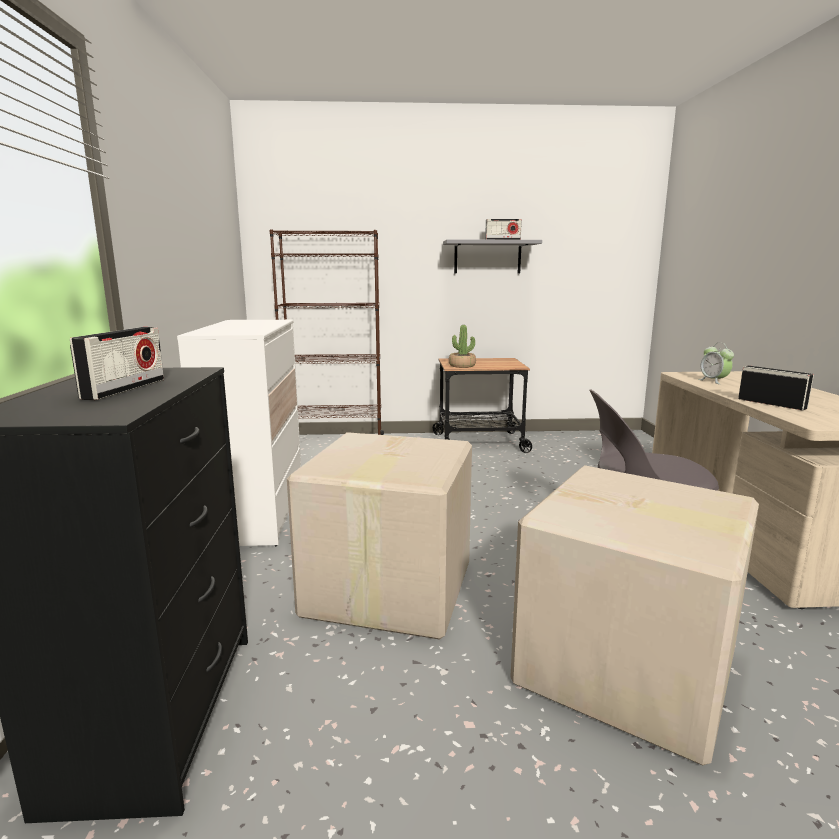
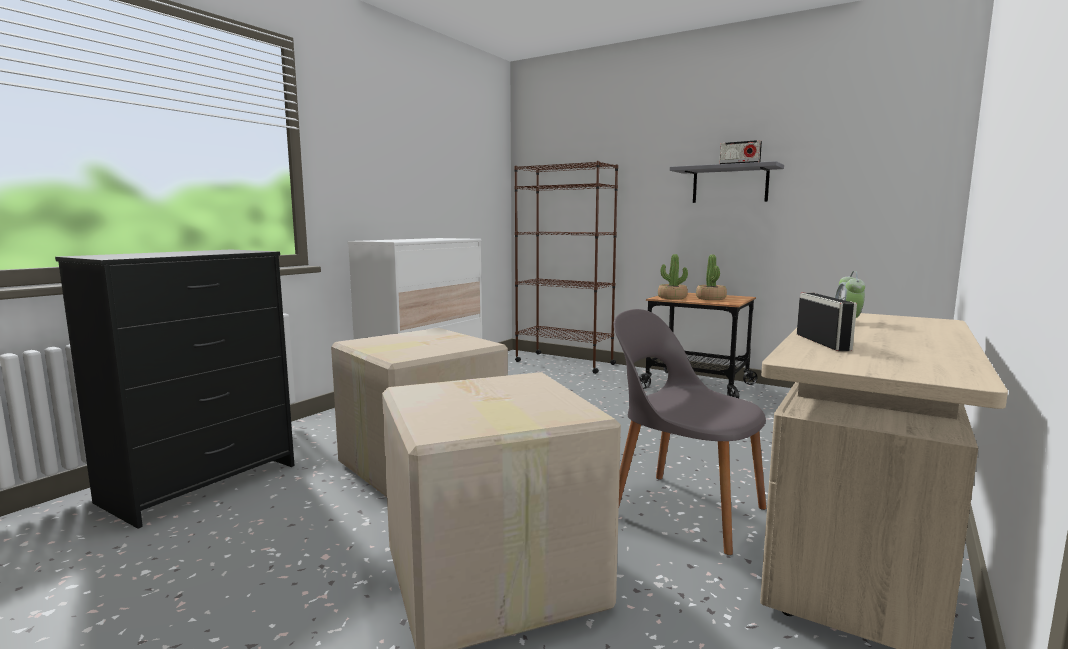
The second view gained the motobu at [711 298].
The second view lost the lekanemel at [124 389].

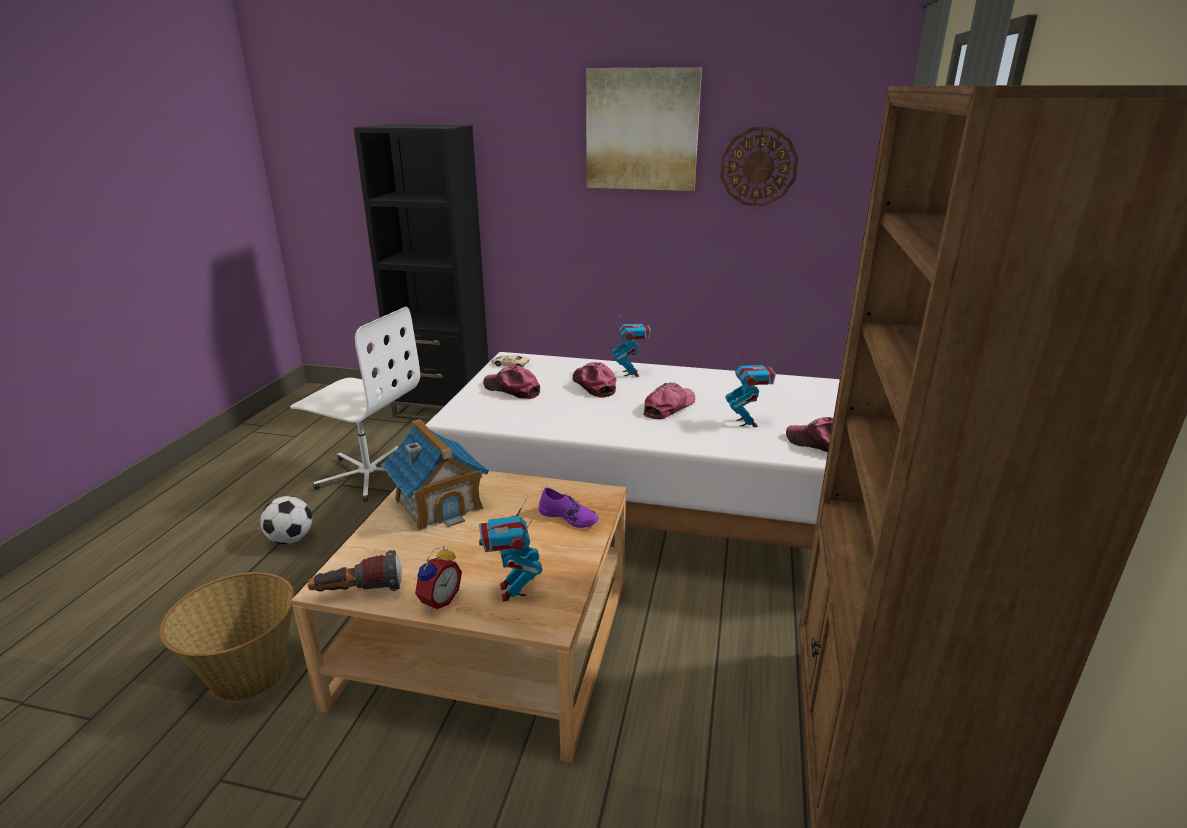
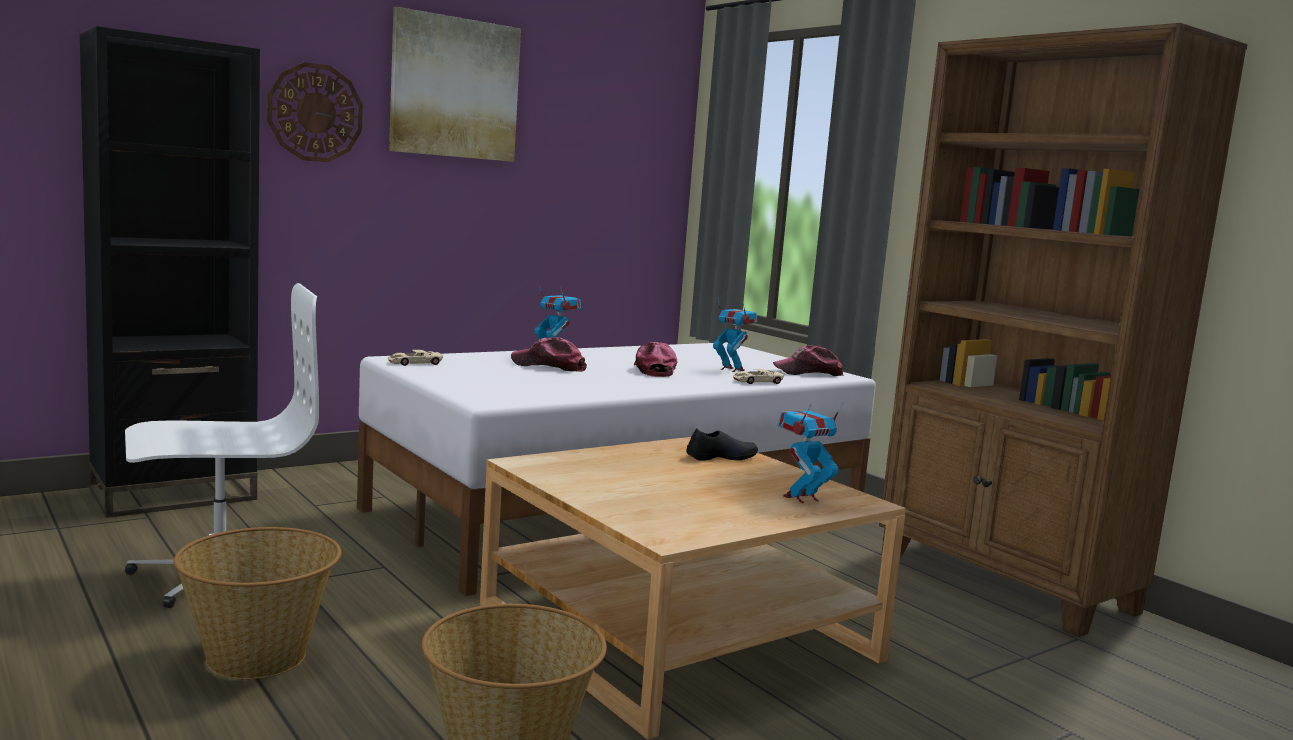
Where the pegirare stood at [291 539], the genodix came to stand at [259 657].
The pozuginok ended up elsewhere, having gone from [758 167] to [315 113].
What was the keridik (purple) at [569 517] turned into the keridik (black) at [721 457].
The second view gained the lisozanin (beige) at [757 382].
The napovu at [512 591] ended up facing another way, 120 degrees clockwise from before.
The second view lost the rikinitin at [358 592].
The second view lost the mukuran at [438 503].
The second view lost the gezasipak at [438 600].
The second view lost the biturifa at [512 390].

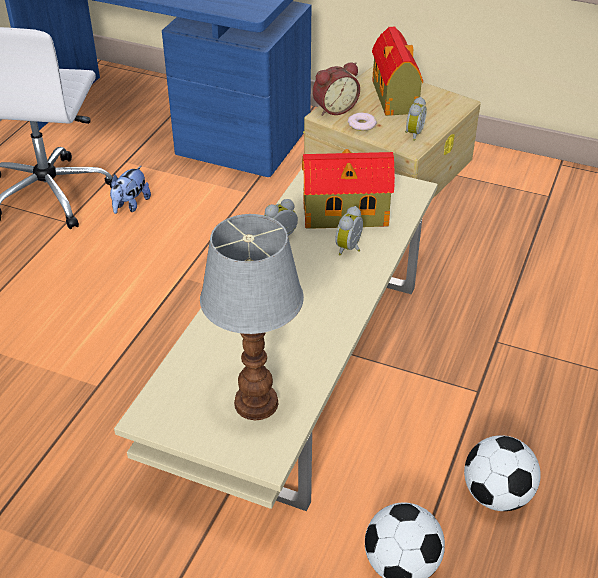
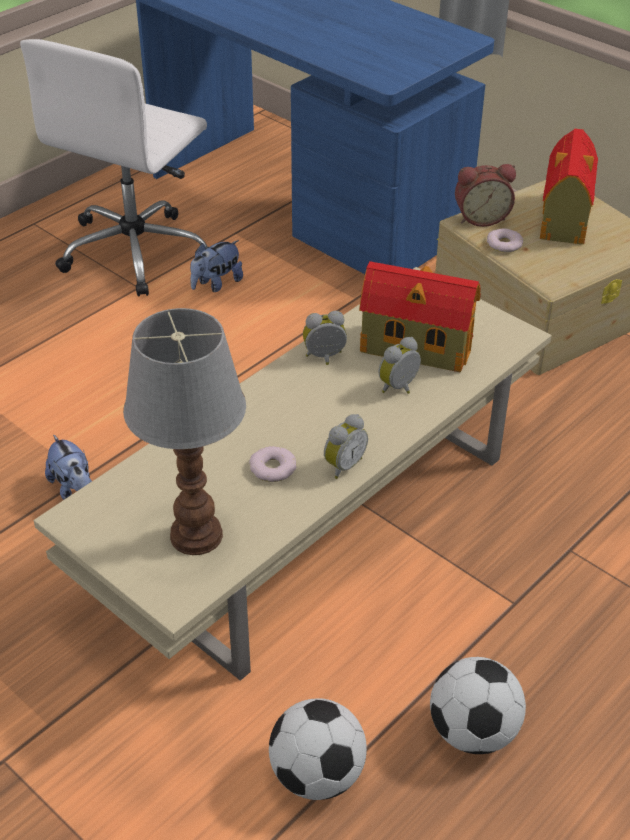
The second view gained the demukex at [74 490].
The second view gained the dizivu at [272 468].
The gezasipak ended up elsewhere, having gone from [413 134] to [343 465].

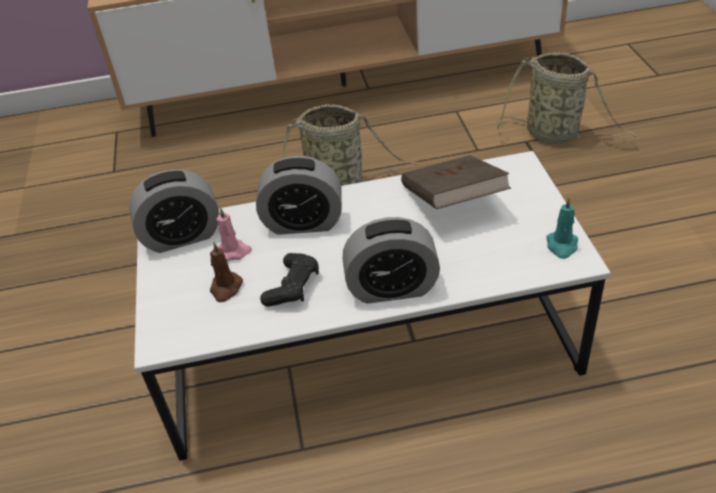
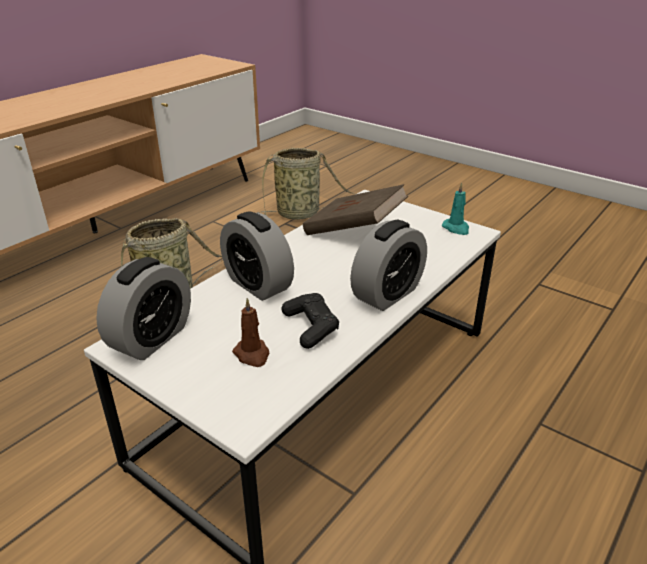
The gezasipak at [303 223] ended up facing another way, 90 degrees clockwise from before.
The second view lost the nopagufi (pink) at [233 252].

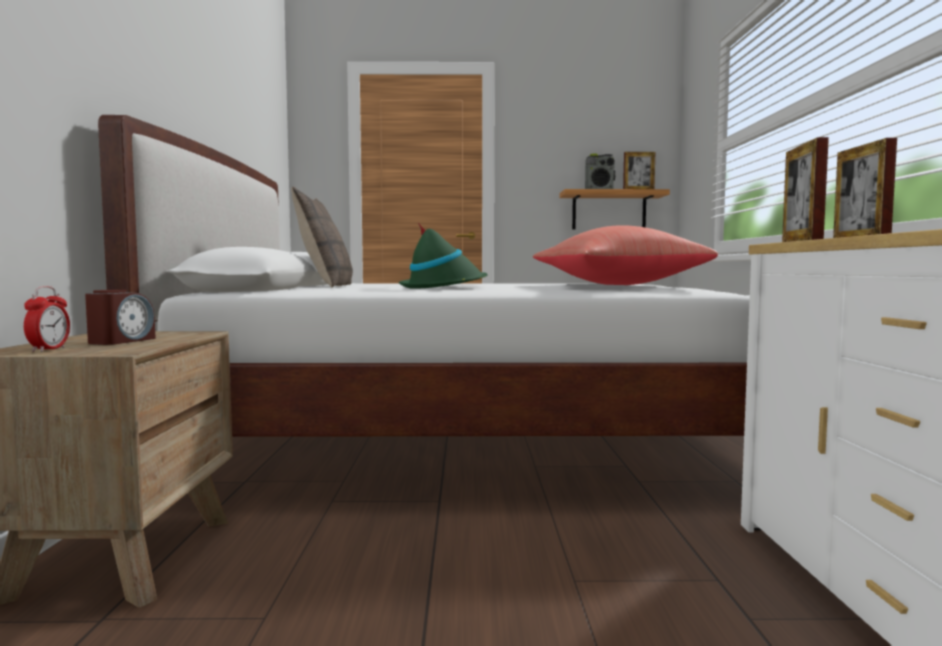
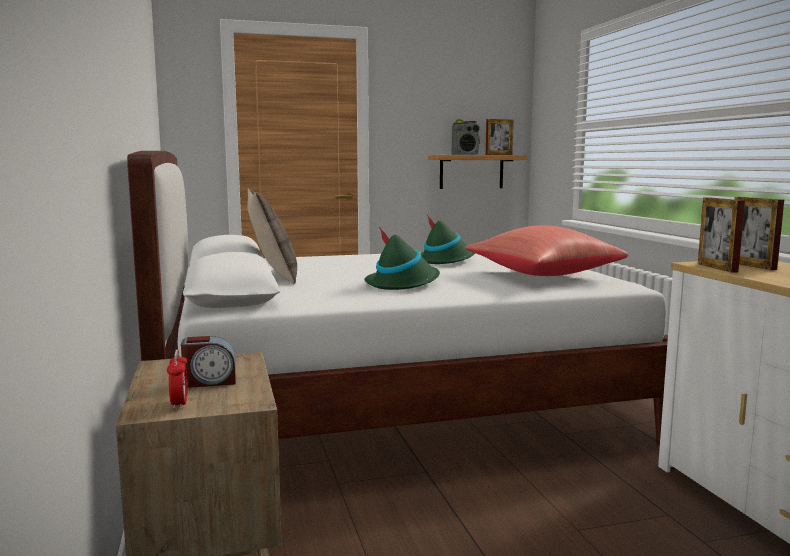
The gezasipak at [121 341] ended up facing another way, 75 degrees clockwise from before.
The second view gained the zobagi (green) at [445 260].

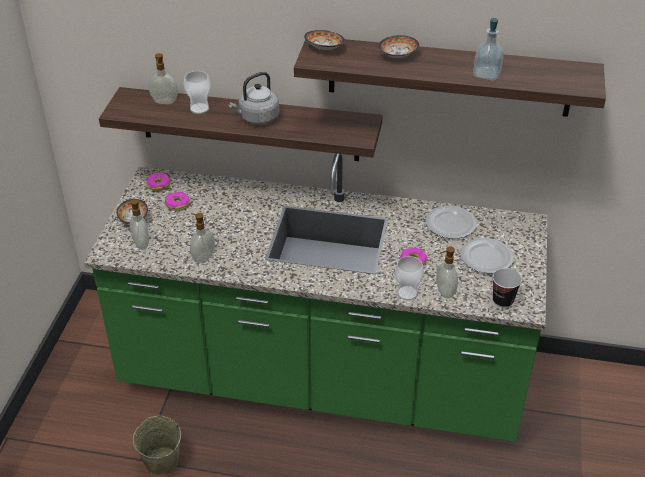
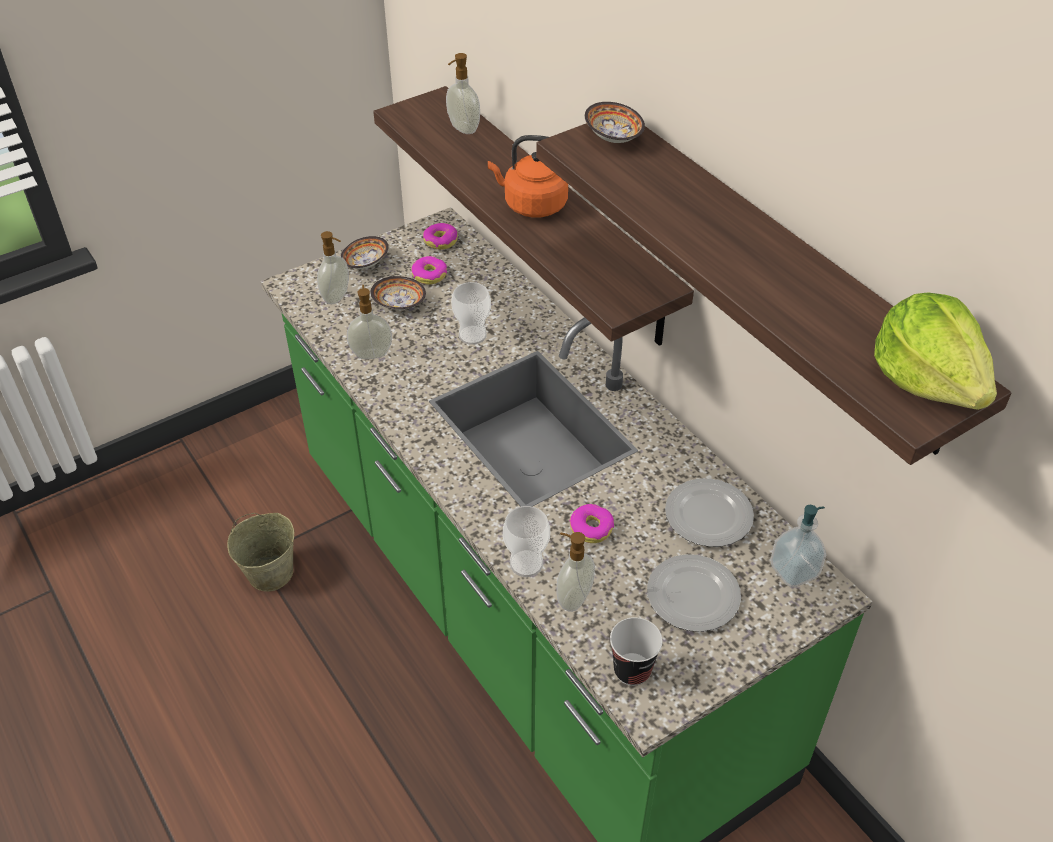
The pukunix ended up elsewhere, having gone from [398 56] to [399 304].
The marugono ended up elsewhere, having gone from [199 108] to [472 335].
What was the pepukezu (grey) at [257 118] turned into the pepukezu (orange) at [532 205].
The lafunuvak ended up elsewhere, having gone from [486 74] to [794 570].
The second view gained the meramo at [928 379].

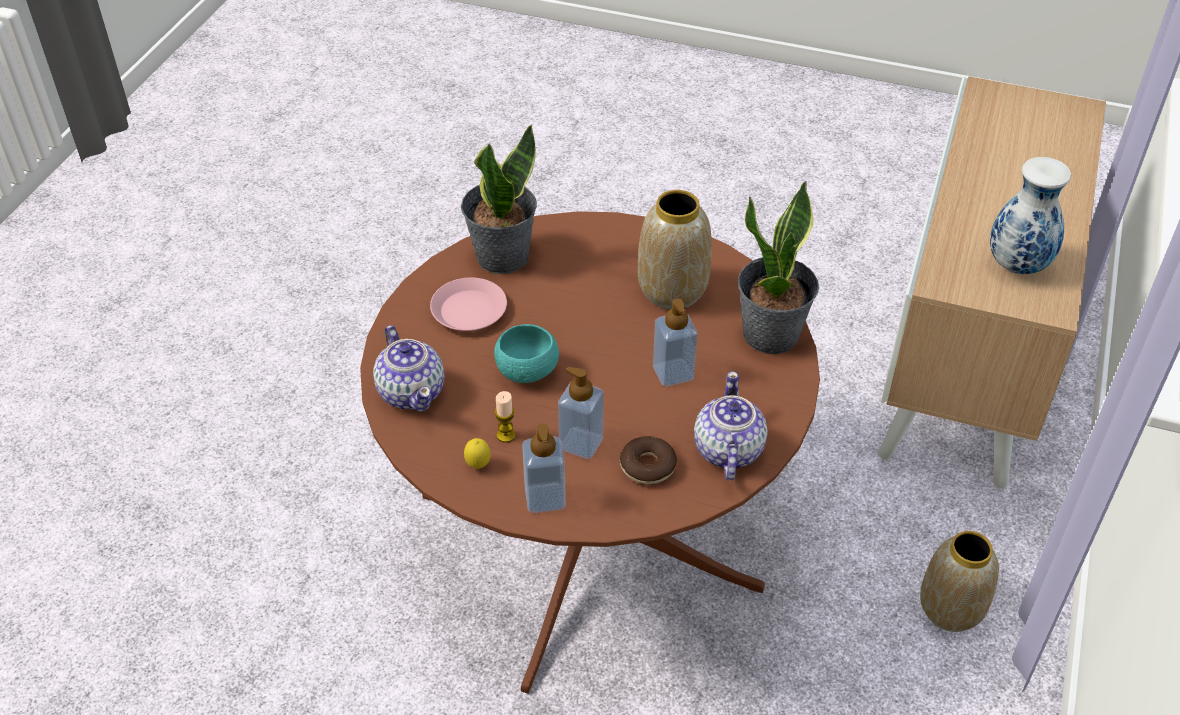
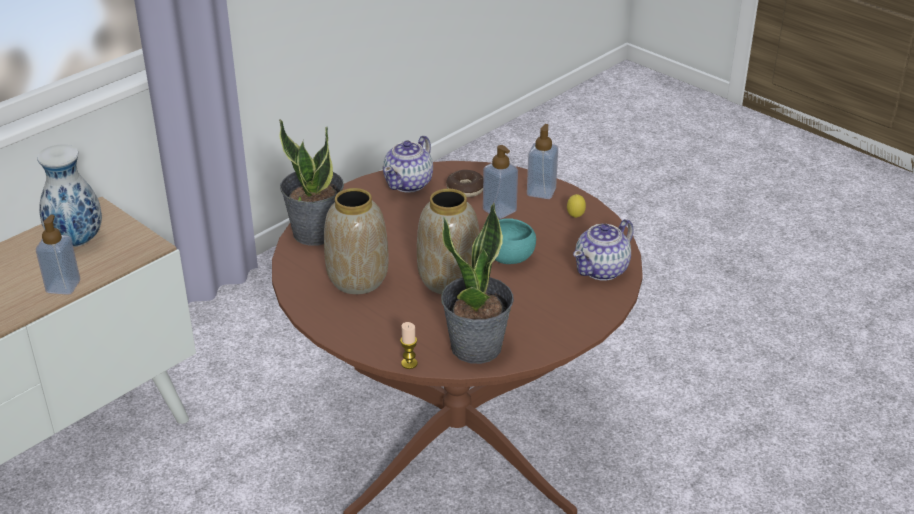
The lafunuvak ended up elsewhere, having gone from [673 373] to [63 286].
The nopagufi ended up elsewhere, having gone from [506 435] to [409 363].
The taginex ended up elsewhere, having gone from [949 610] to [449 280].
The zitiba at [412 391] ended up facing another way, 135 degrees counterclockwise from before.
The second view lost the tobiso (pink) at [468 311].

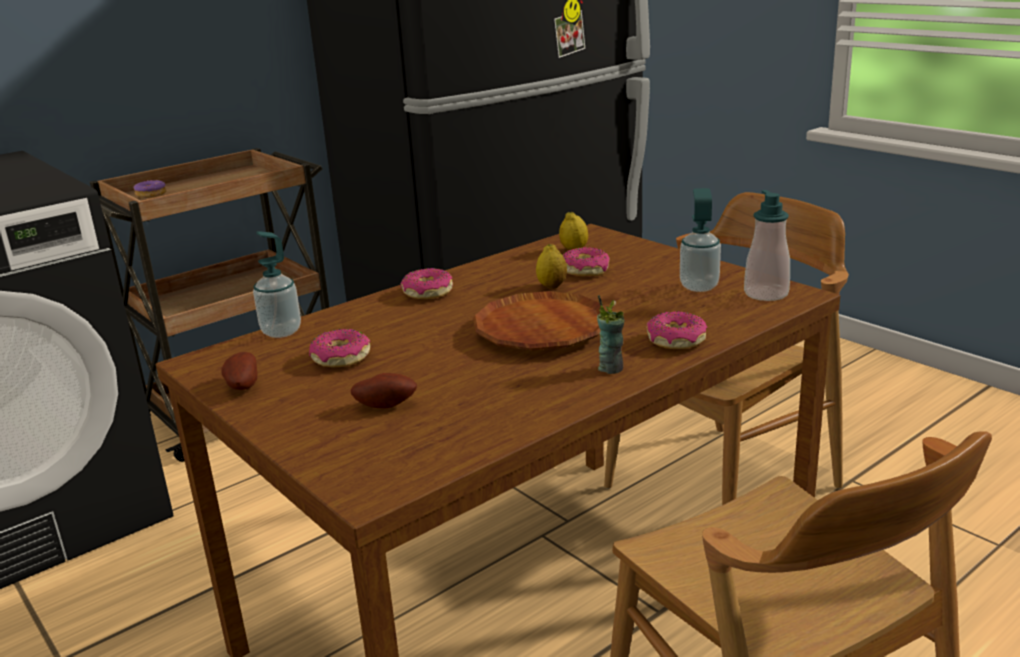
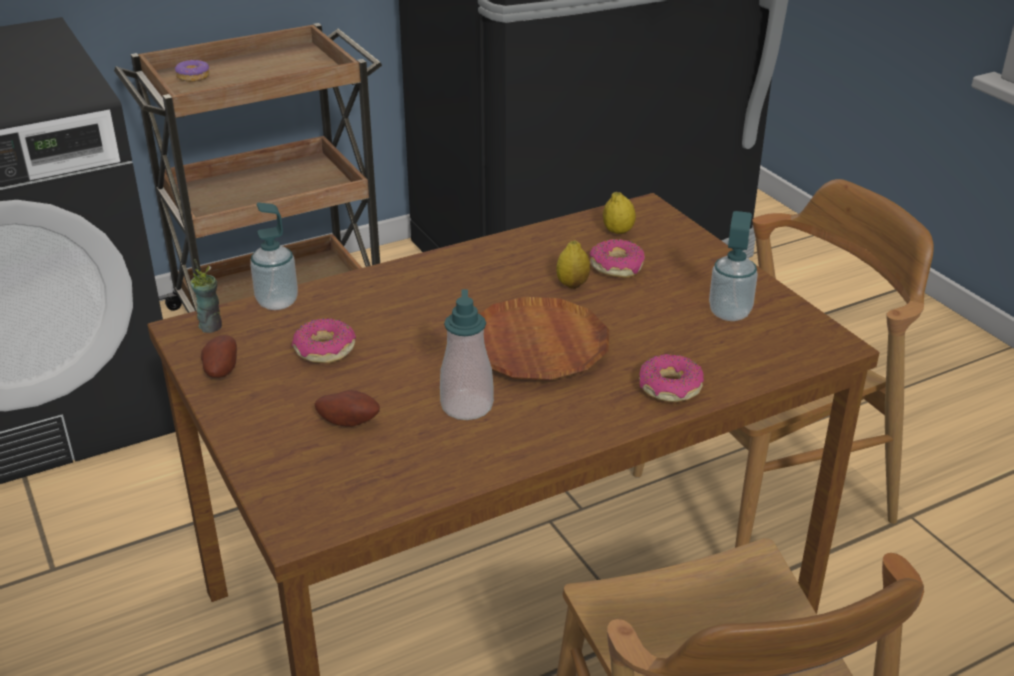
The marugono ended up elsewhere, having gone from [611 368] to [211 326].
The lafunuvak ended up elsewhere, having gone from [766 294] to [467 406].
The second view lost the dizivu at [427 293].

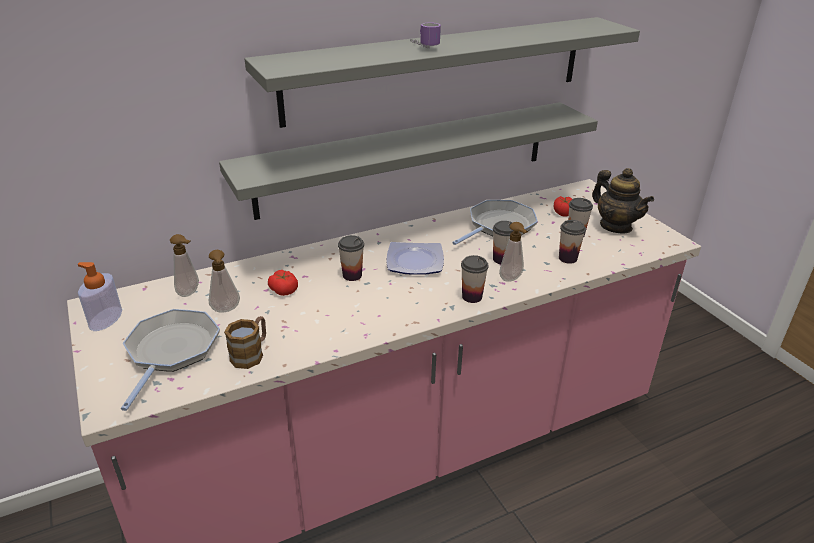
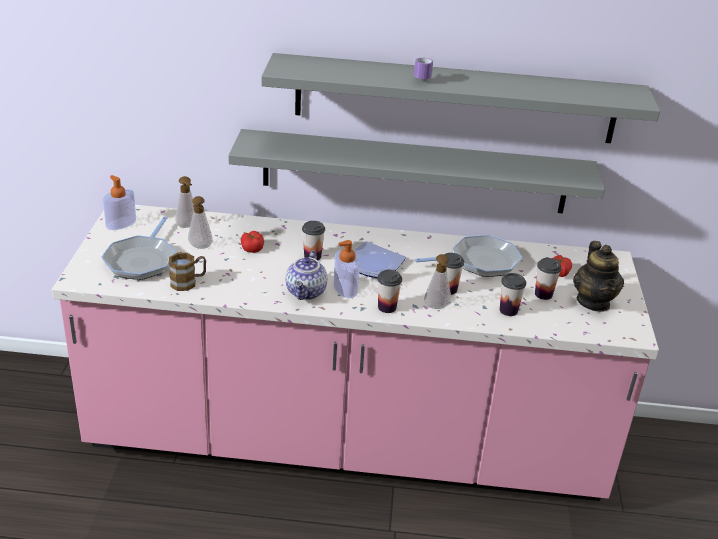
The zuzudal at [171 351] ended up facing another way, 150 degrees clockwise from before.
The second view gained the zitiba at [307 292].
The second view gained the lafunuvak at [345 288].

